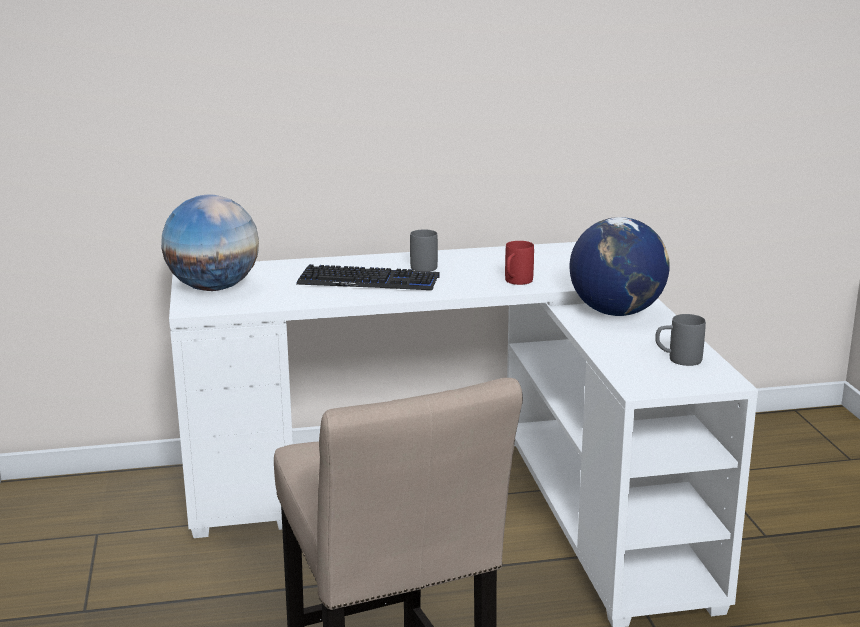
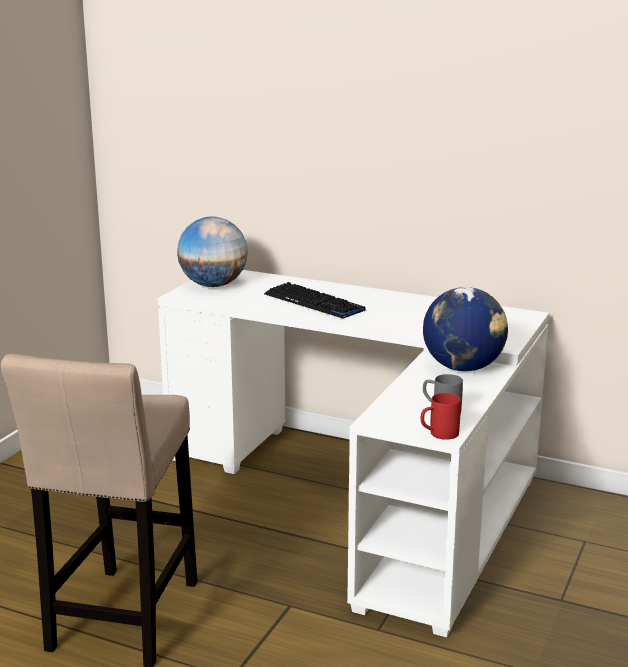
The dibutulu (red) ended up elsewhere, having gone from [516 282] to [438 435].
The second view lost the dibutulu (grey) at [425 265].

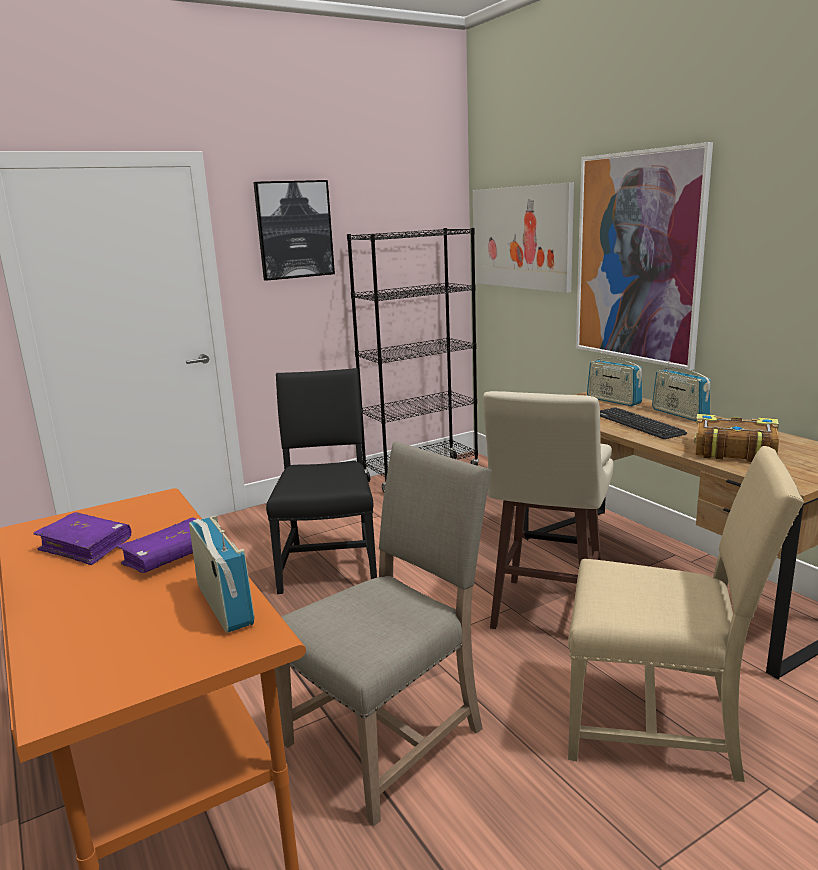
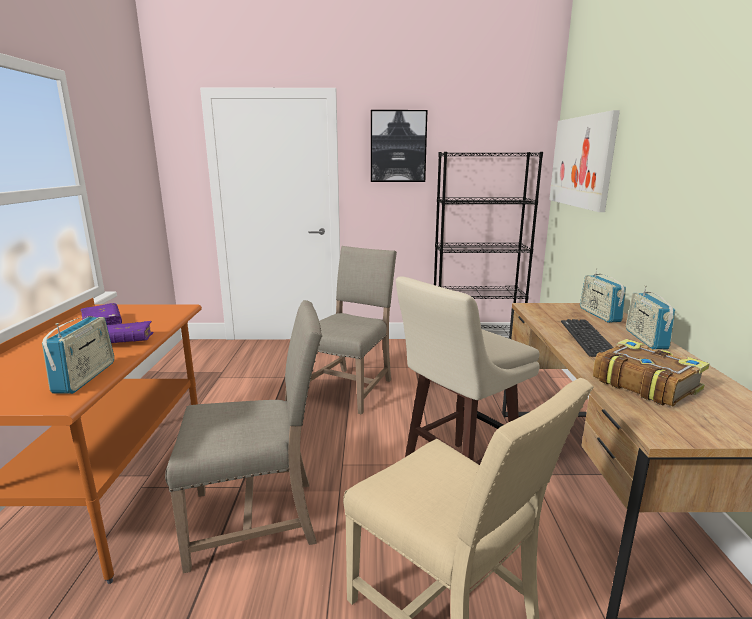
What was the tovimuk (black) at [329 562] turned into the tovimuk (beige) at [350 388].
The second view lost the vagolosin at [638 258].

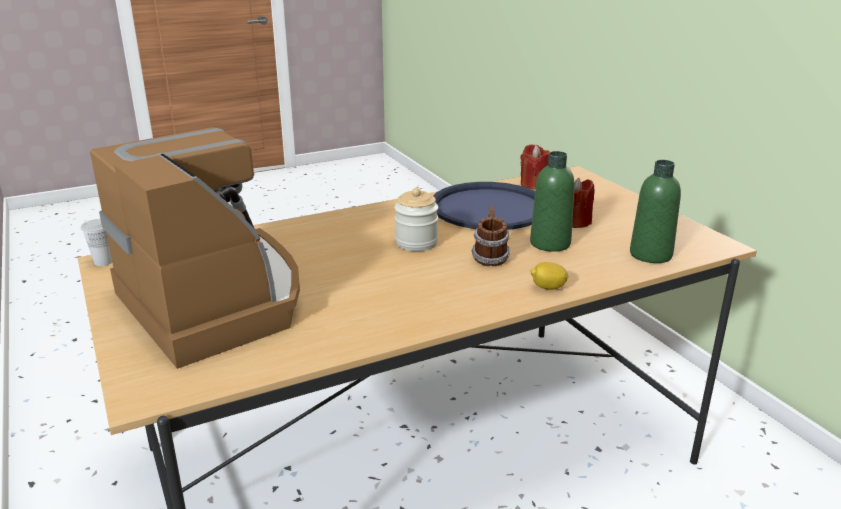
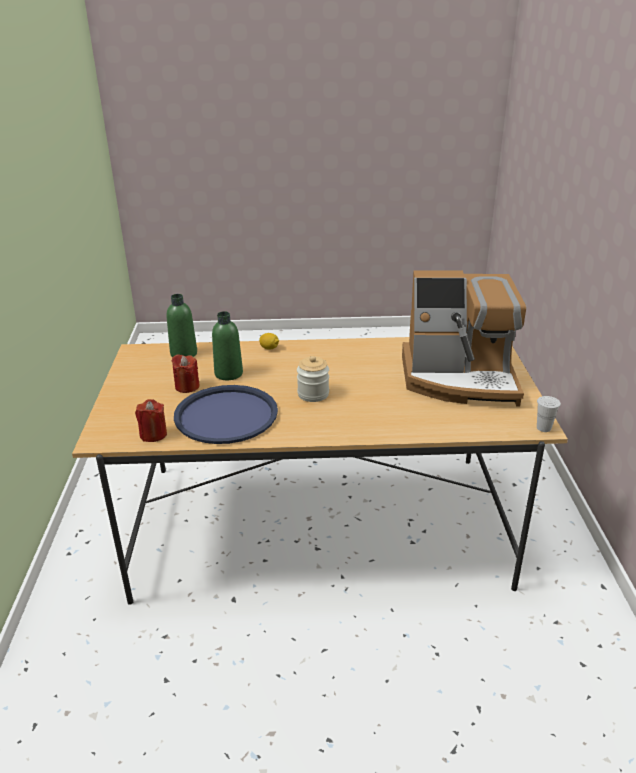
The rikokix at [217 301] ended up facing another way, 75 degrees counterclockwise from before.
The second view lost the dibutulu at [489 258].

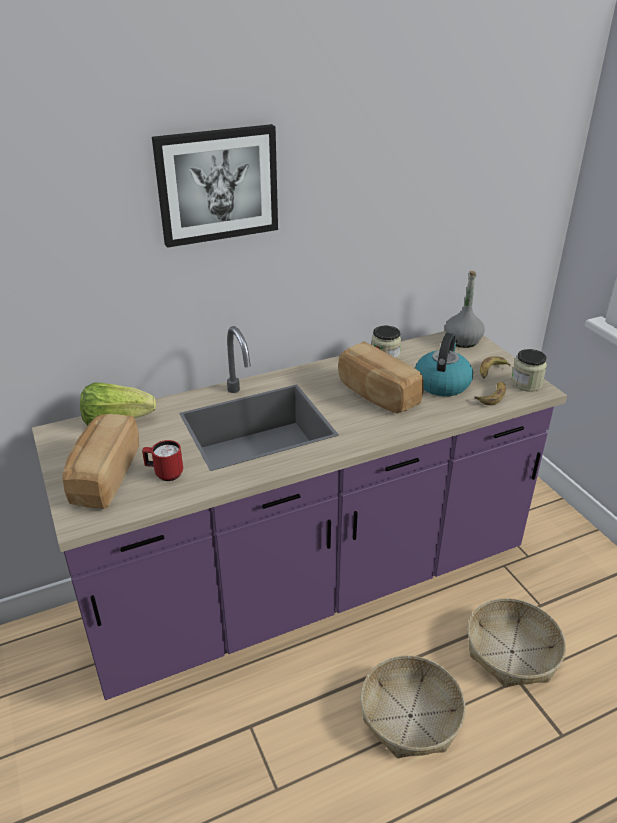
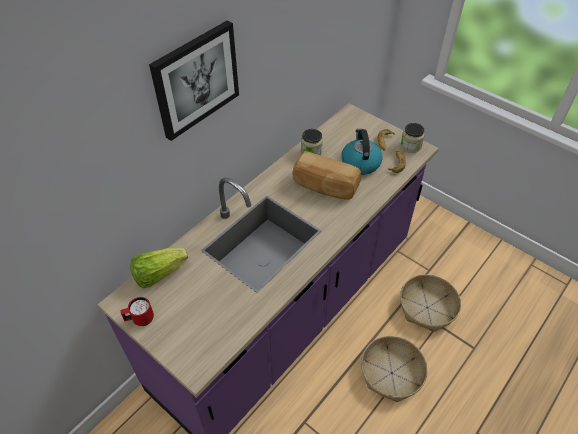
The dibutulu (red) ended up elsewhere, having gone from [164 474] to [140 319].
The second view lost the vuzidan at [103 477].
The second view lost the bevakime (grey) at [463 341].

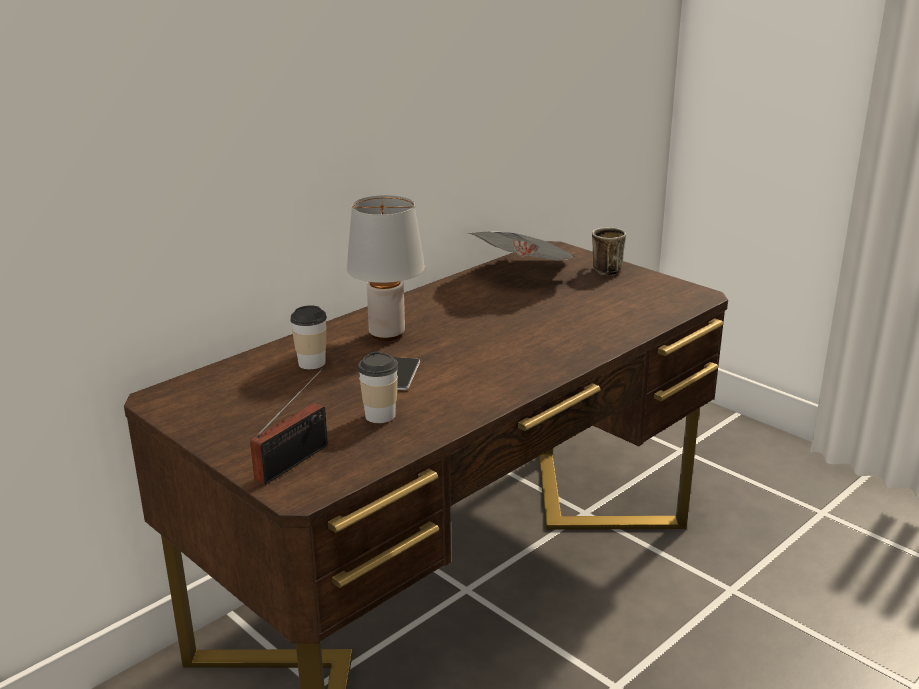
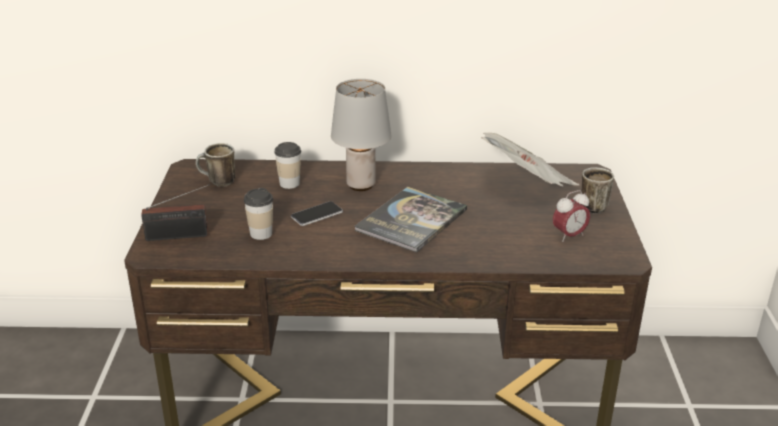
The second view gained the dibutulu at [217 182].
The second view gained the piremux at [411 220].
The second view gained the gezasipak at [569 236].

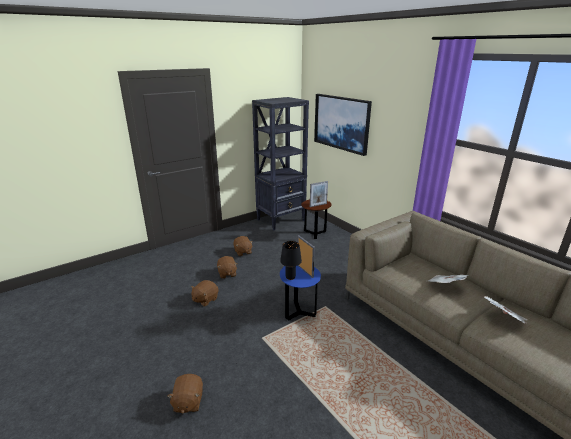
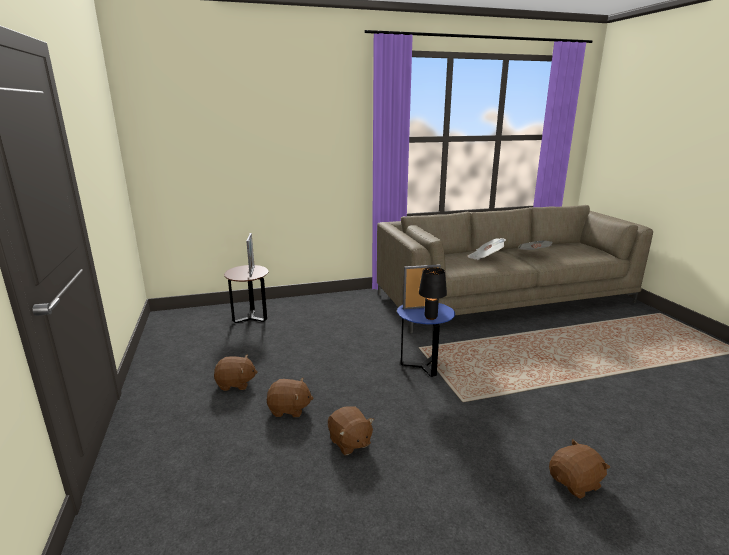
The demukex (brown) at [188 402] ended up facing another way, 45 degrees counterclockwise from before.
The second view lost the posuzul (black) at [281 220].
The second view lost the vagolosin at [341 123].

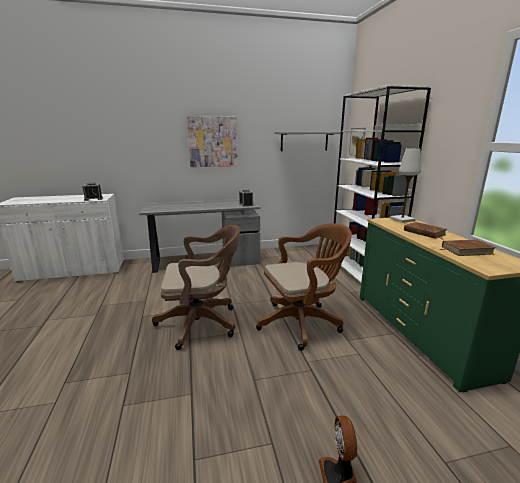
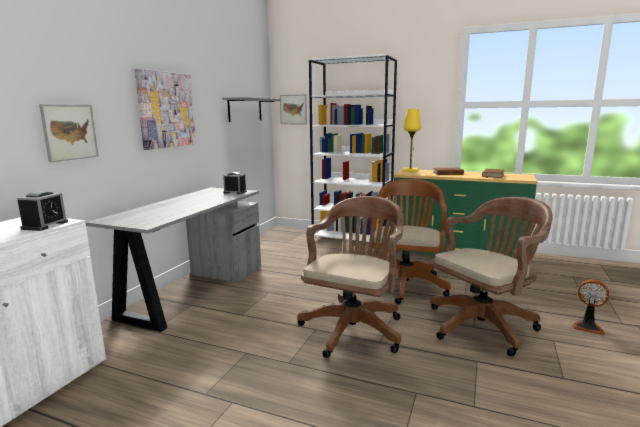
The second view gained the vagolosin at [70 132].
What was the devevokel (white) at [402 220] turned into the devevokel (yellow) at [410 171].
The second view gained the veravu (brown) at [484 324].

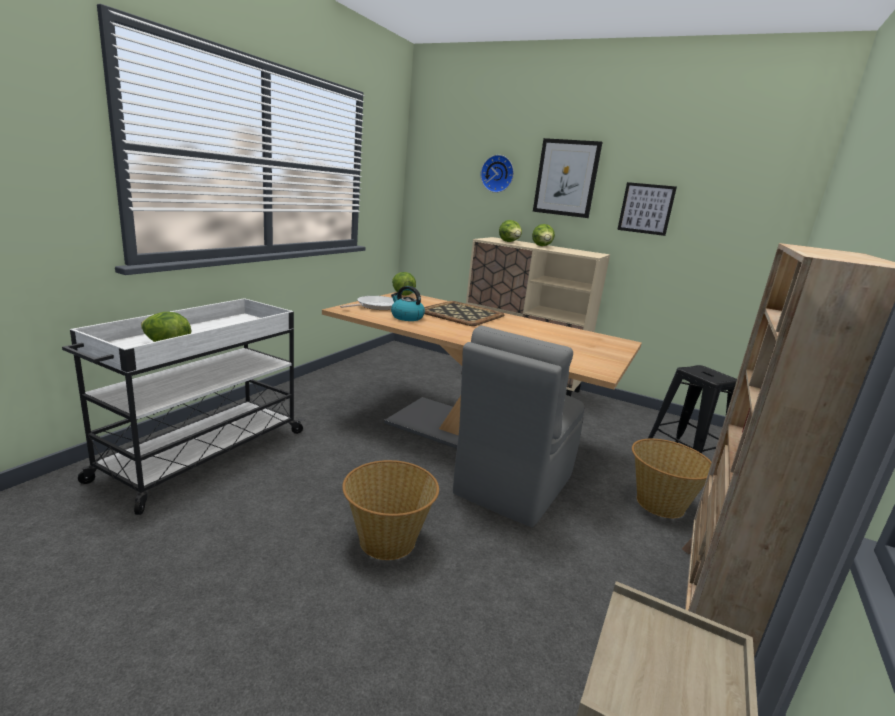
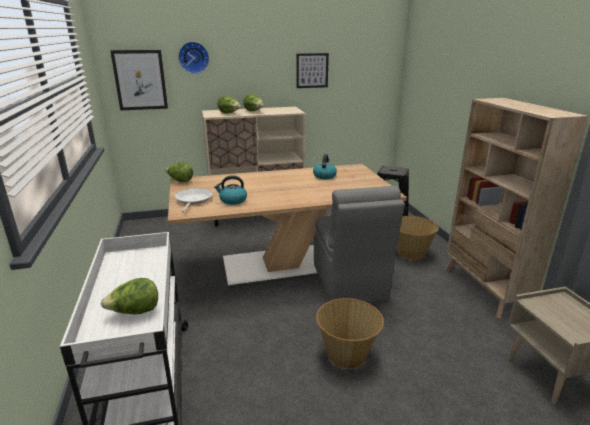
The vagolosin ended up elsewhere, having gone from [566 178] to [140 80].
The second view gained the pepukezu at [324 176].
The second view lost the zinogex at [461 313].

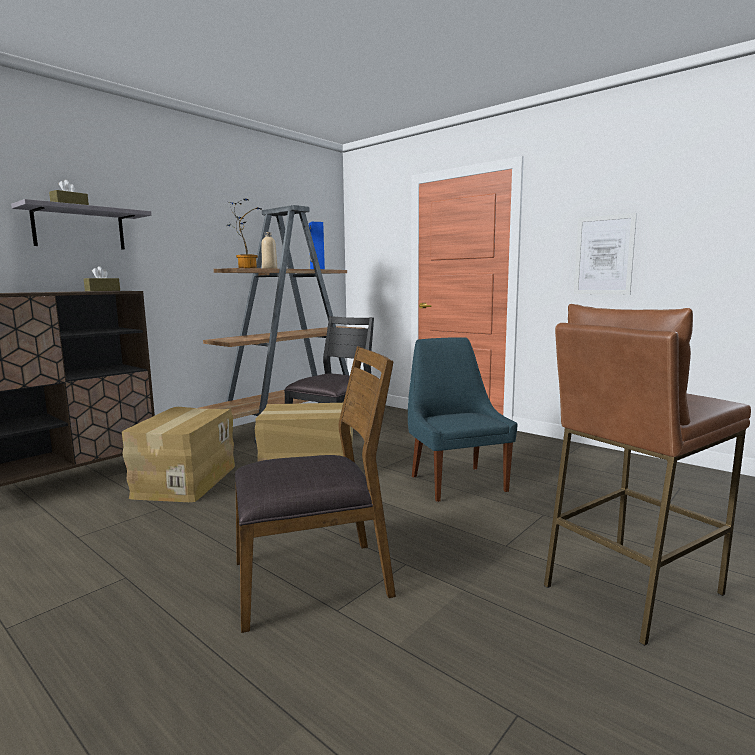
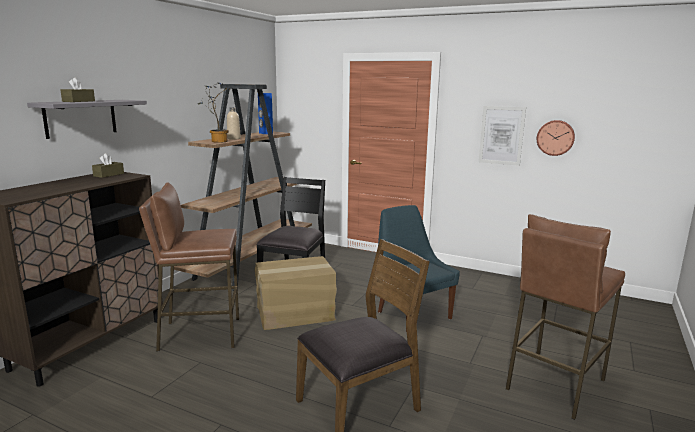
Where the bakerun stood at [184 481], the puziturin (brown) came to stand at [200 334].
The second view gained the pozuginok at [555 137].

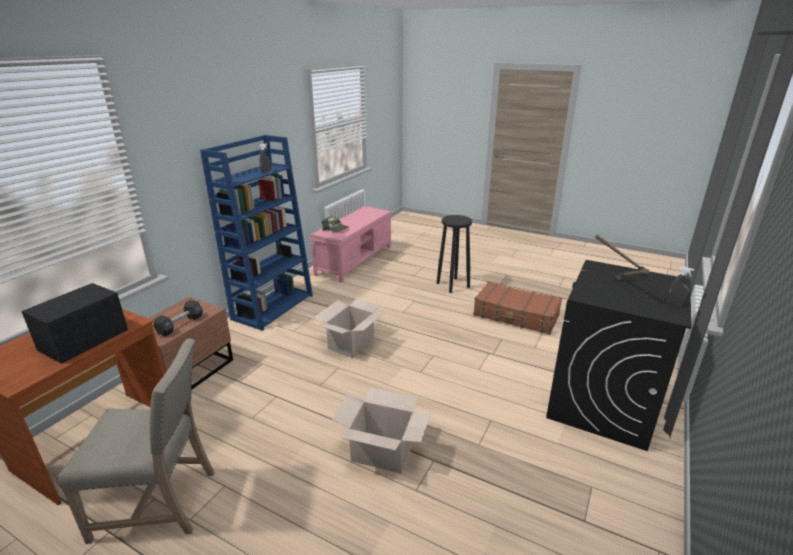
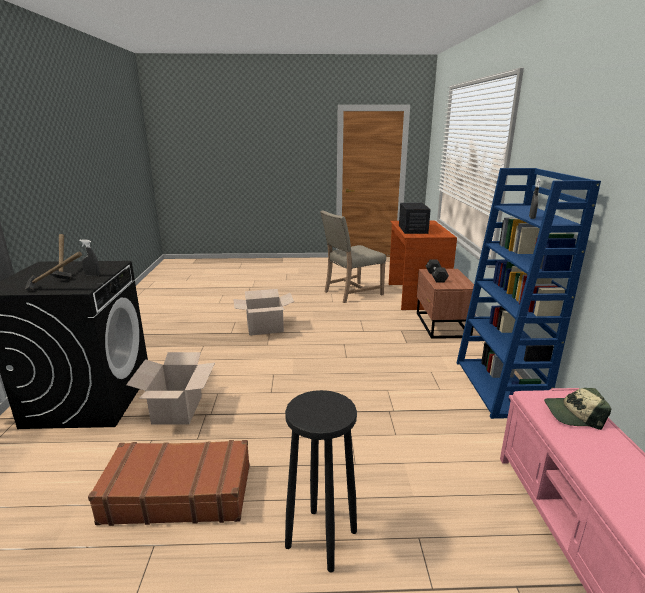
The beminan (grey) ended up elsewhere, having gone from [676 303] to [92 275].
The bakerun ended up elsewhere, having gone from [351 344] to [177 409].

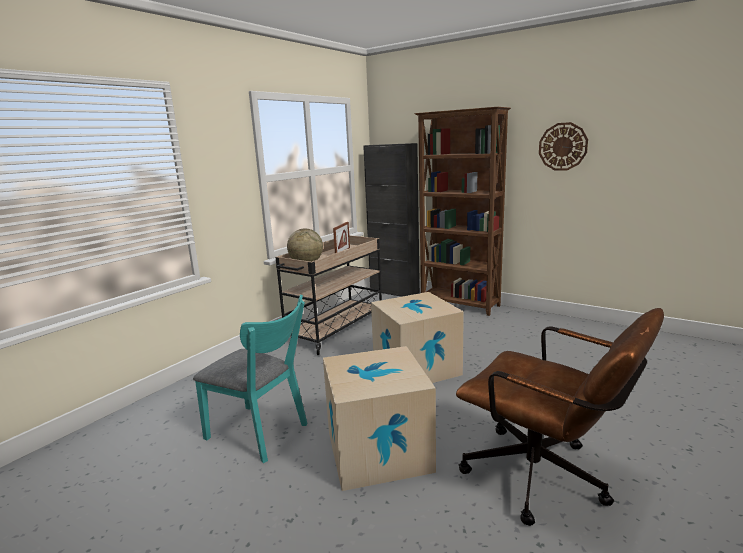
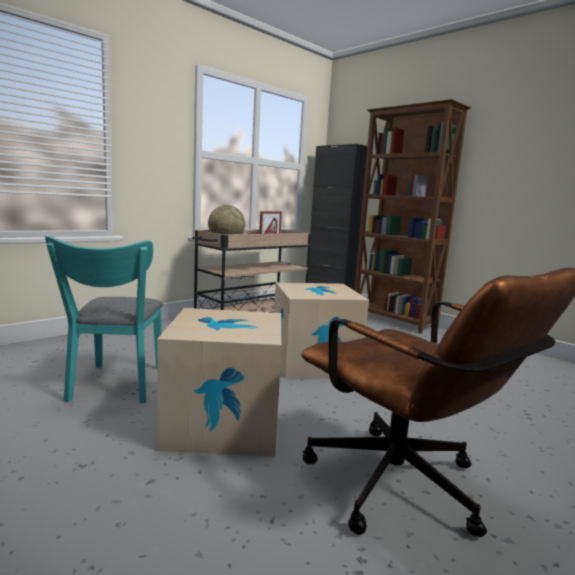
The tovimuk (turquoise) at [262 433] ended up facing another way, 45 degrees clockwise from before.
The second view lost the pozuginok at [562 146].

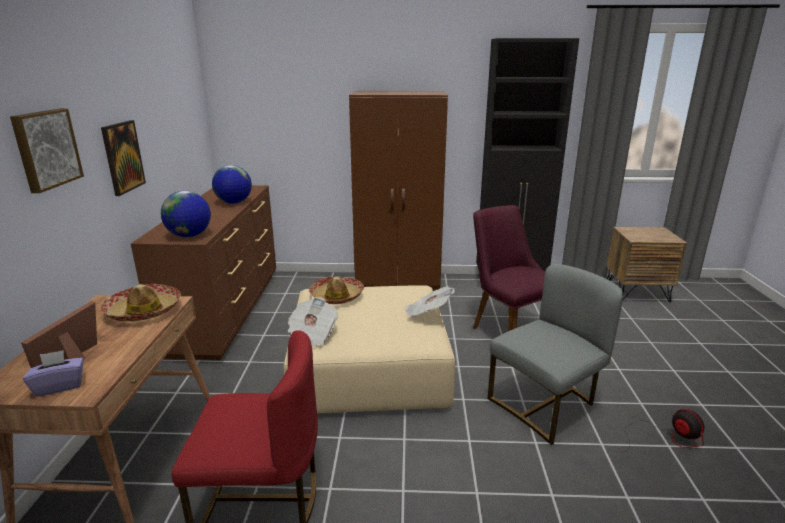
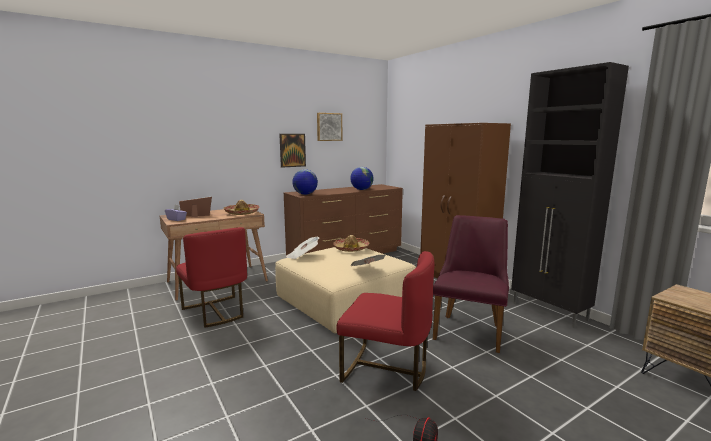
The vagolosin ended up elsewhere, having gone from [46 149] to [329 127].
What was the tovimuk (grey) at [545 405] turned into the tovimuk (red) at [386 369].

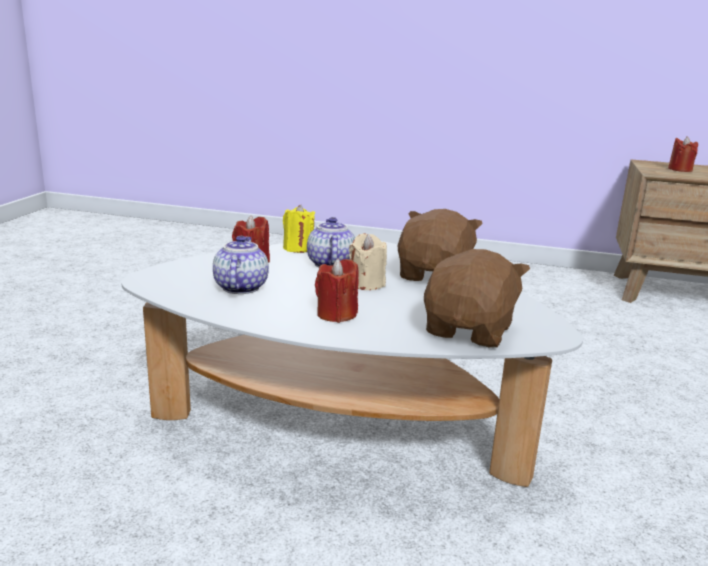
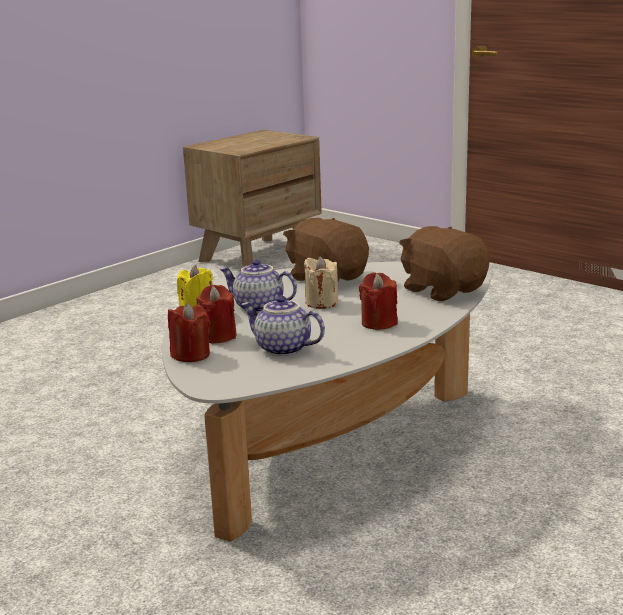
The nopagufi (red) ended up elsewhere, having gone from [680 169] to [191 355].

